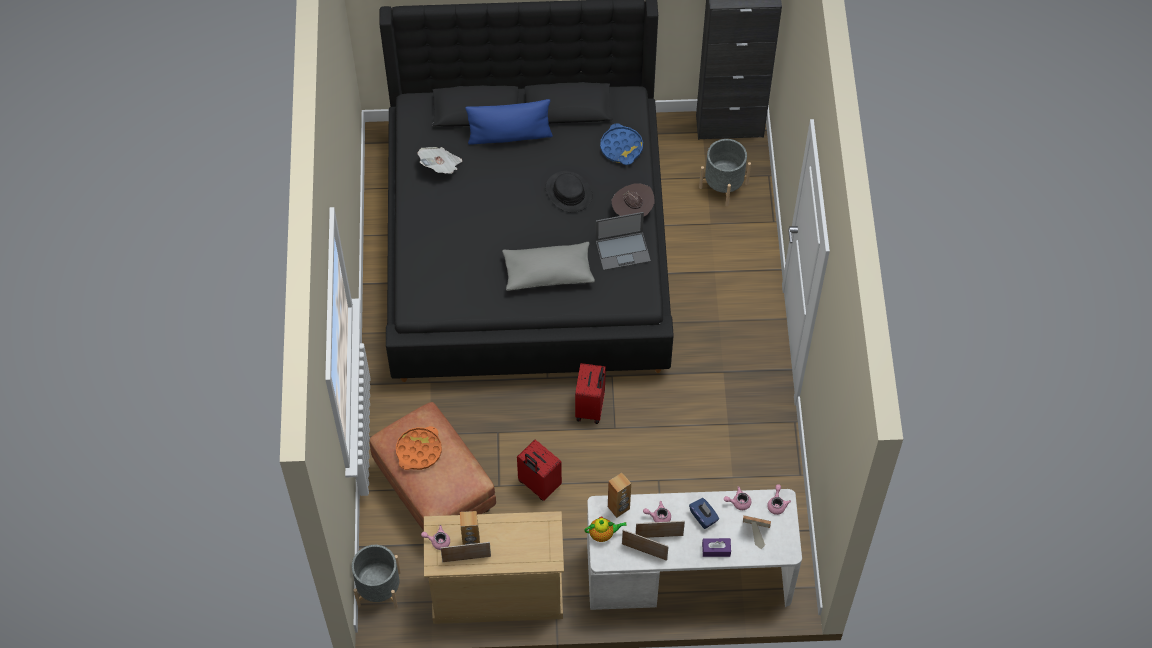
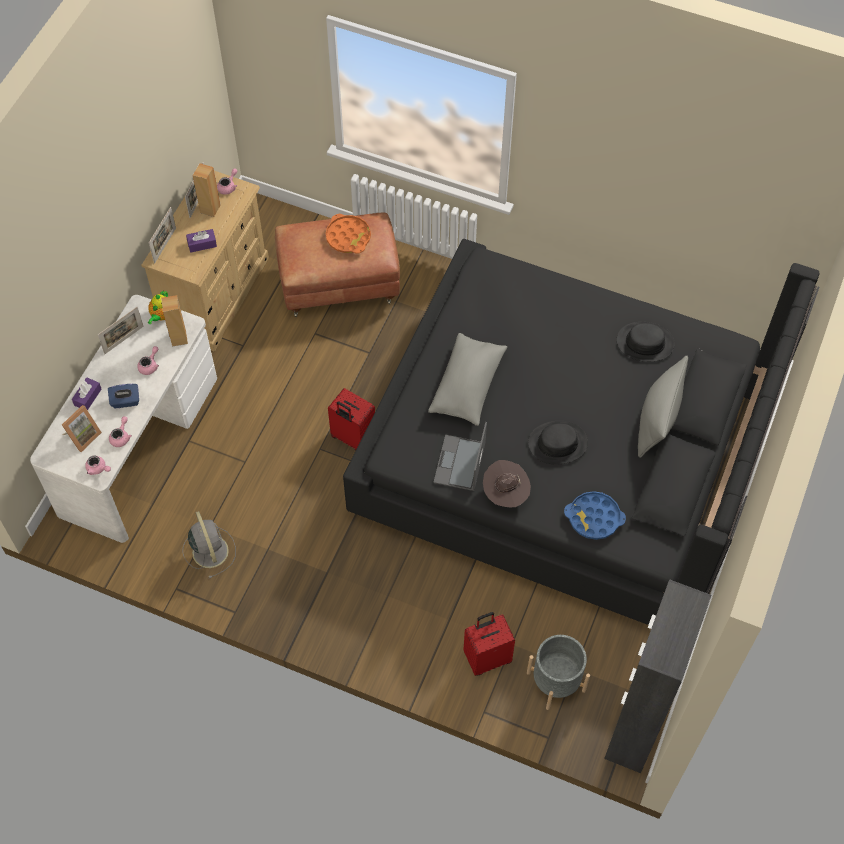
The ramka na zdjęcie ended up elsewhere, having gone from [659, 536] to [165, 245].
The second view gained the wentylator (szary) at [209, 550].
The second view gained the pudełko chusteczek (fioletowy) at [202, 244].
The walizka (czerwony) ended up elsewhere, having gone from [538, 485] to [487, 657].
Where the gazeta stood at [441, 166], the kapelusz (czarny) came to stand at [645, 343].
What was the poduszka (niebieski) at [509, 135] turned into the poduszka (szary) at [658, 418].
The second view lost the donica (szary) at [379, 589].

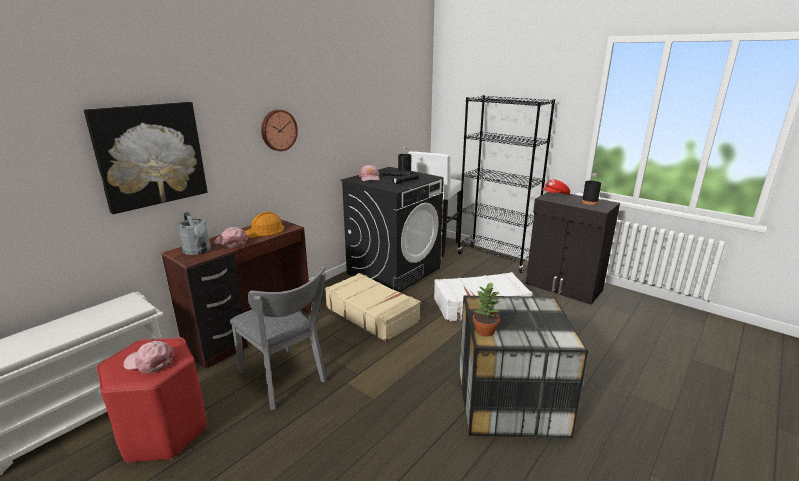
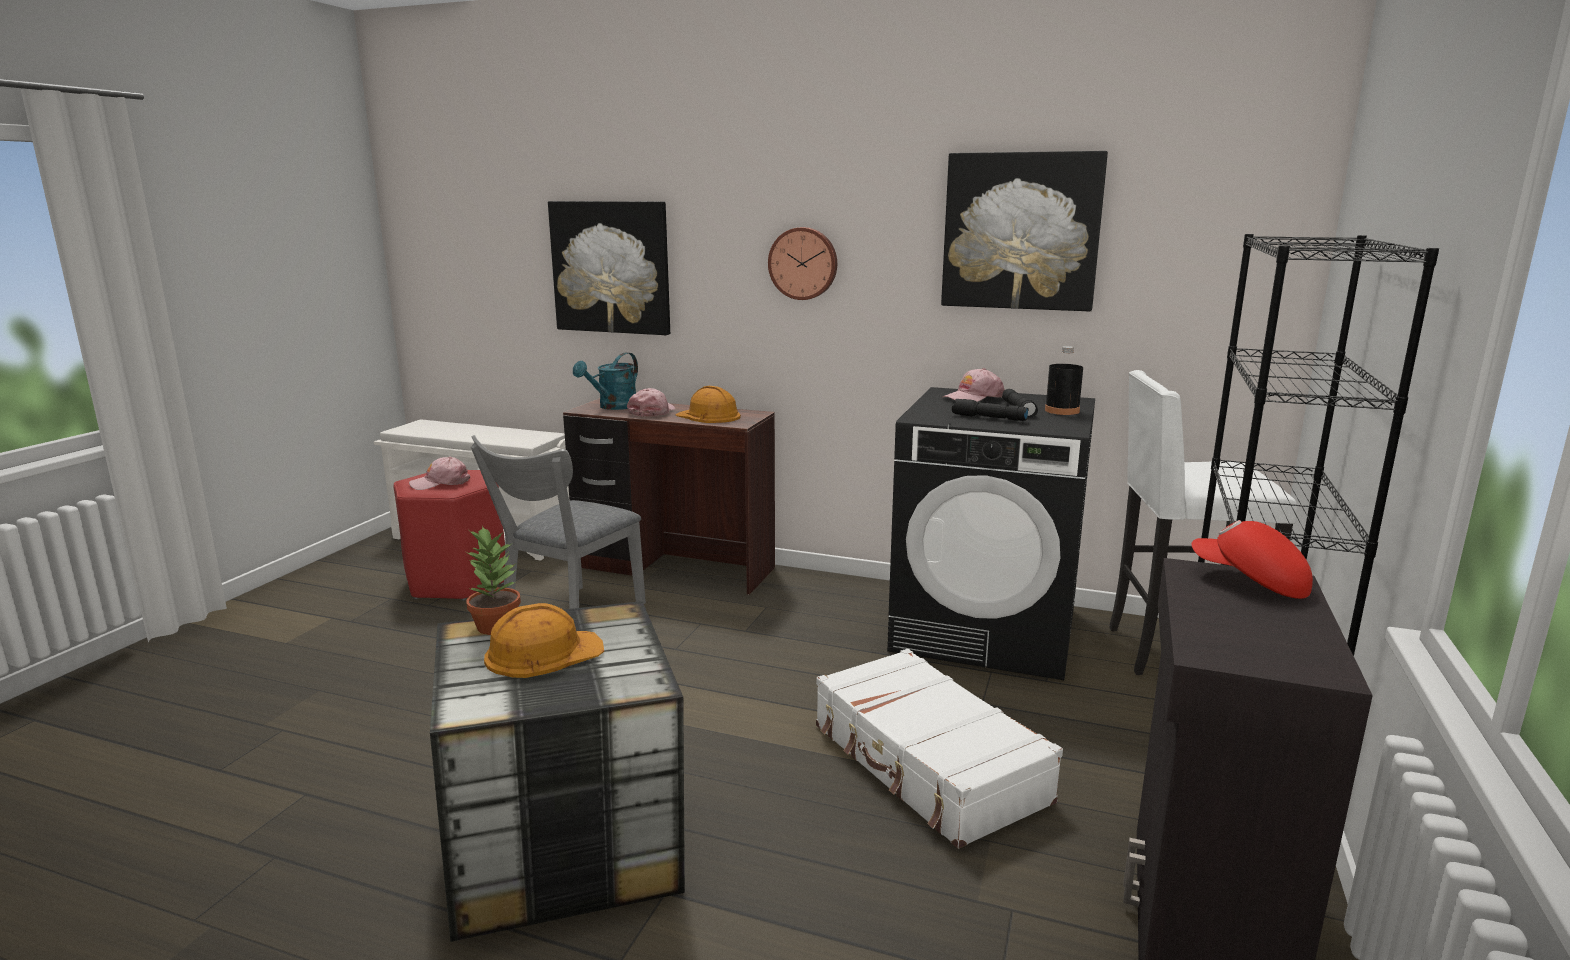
The czapka z daszkiem (różowy) at [150, 362] ended up facing another way, 105 degrees counterclockwise from before.
The second view gained the kask (pomarańczowy) at [543, 652].
What was the konewka (szary) at [198, 251] turned into the konewka (turkusowy) at [613, 407].
The second view gained the obraz at [1021, 231].
The second view lost the walizka (beżowy) at [372, 314].
The second view lost the butelka (czarny) at [589, 202].

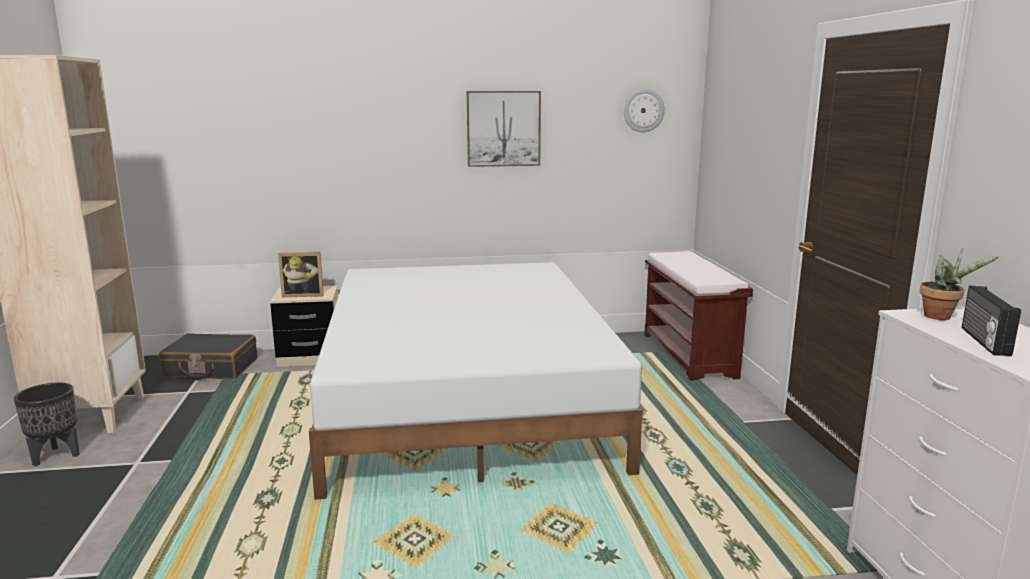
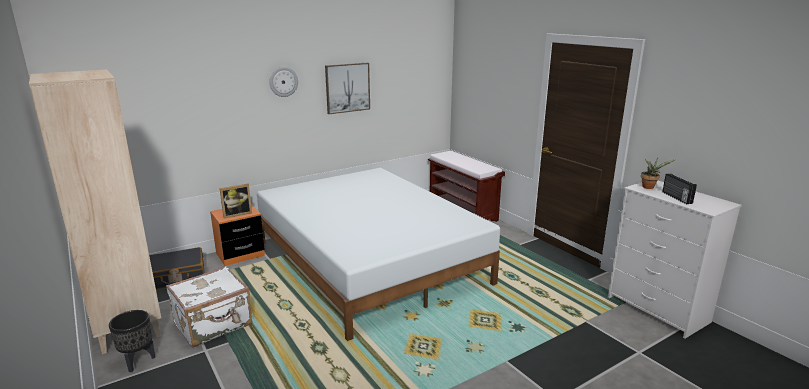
The second view gained the walizka (biały) at [214, 325].
What was the szafka nocna (beżowy) at [310, 357] turned into the szafka nocna (pomarańczowy) at [240, 255].
The zegar ścienny ended up elsewhere, having gone from [643, 110] to [283, 81].

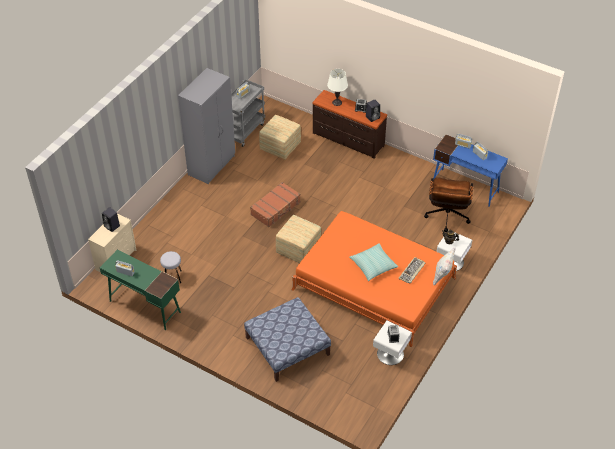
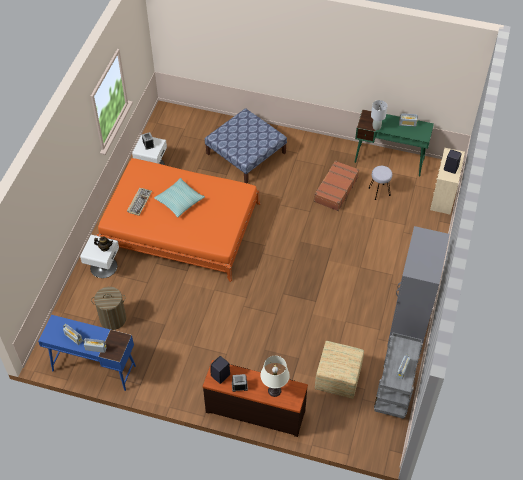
Where the krzesło biurowe (brązowy) stood at [446, 218], the kosz na pranie came to stand at [113, 319].
The walizka (brązowy) ended up elsewhere, having gone from [276, 208] to [335, 189].
The second view gained the lampa stołowa (szary) at [376, 127].
The second view lost the pufa at [298, 250].
The second view lost the poduszka (biały) at [442, 275].

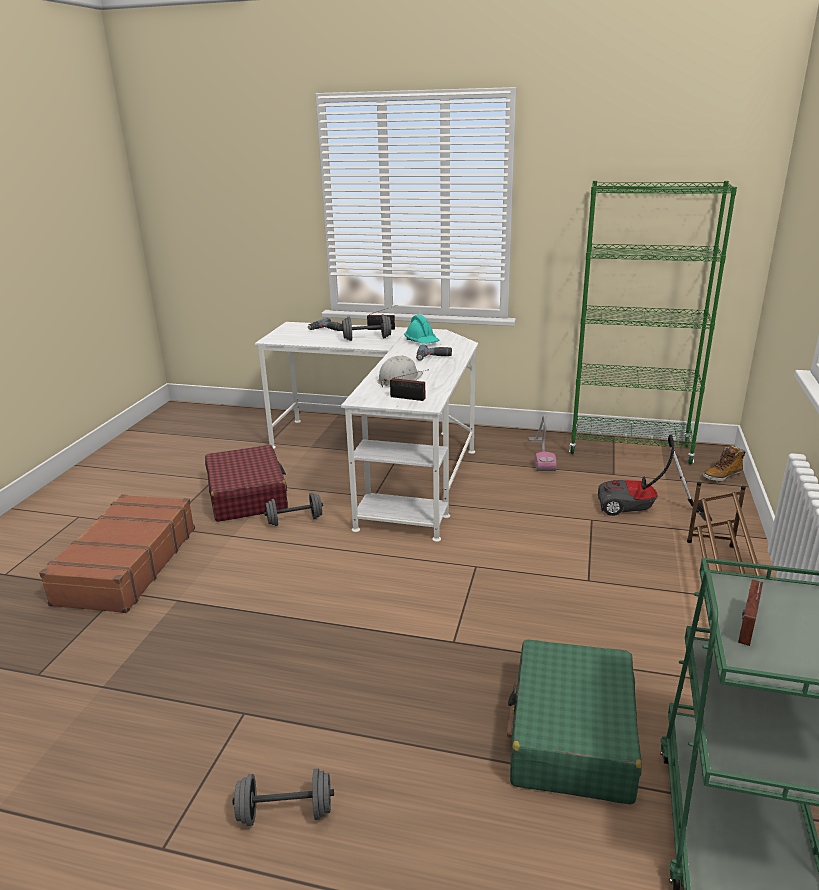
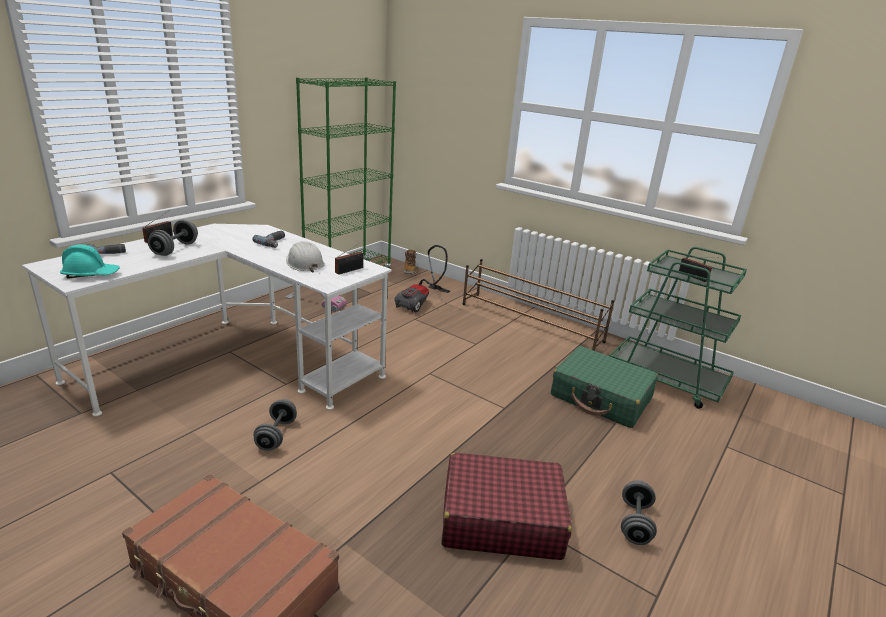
The kask (turkusowy) ended up elsewhere, having gone from [422, 341] to [91, 274].
The walizka (czerwony) ended up elsewhere, having gone from [247, 495] to [501, 519].

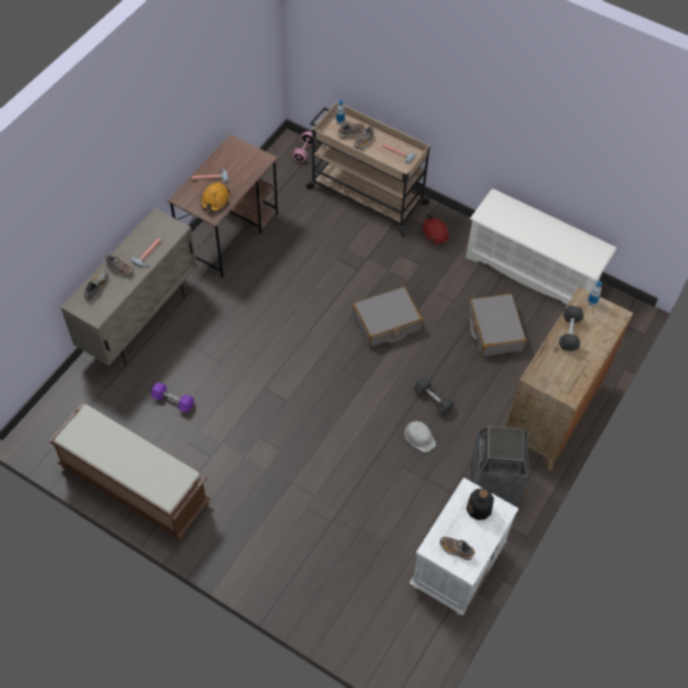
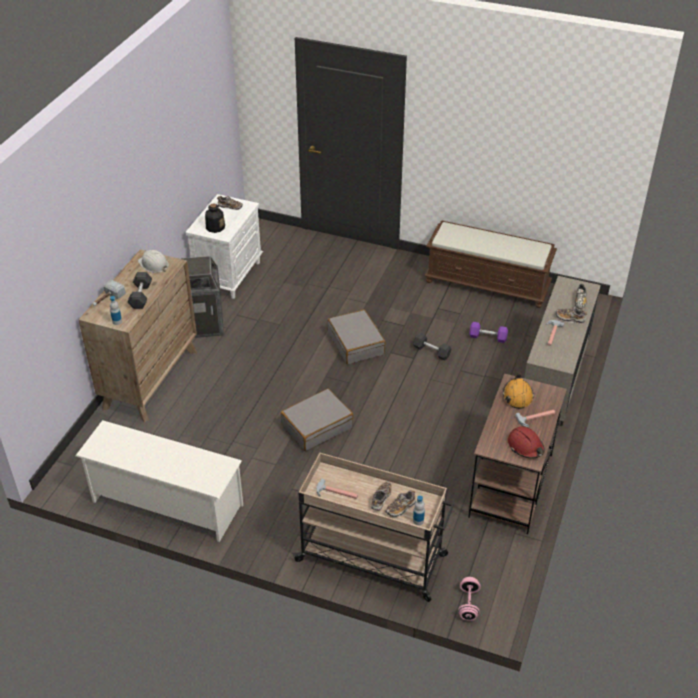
The second view gained the młotek at [107, 299].
The kask (biały) ended up elsewhere, having gone from [419, 437] to [153, 264].
The walizka (szary) ended up elsewhere, having gone from [494, 330] to [356, 343].
The hantel (szary) ended up elsewhere, having gone from [433, 400] to [431, 351].
The kask (czerwony) ended up elsewhere, having gone from [434, 232] to [525, 446].

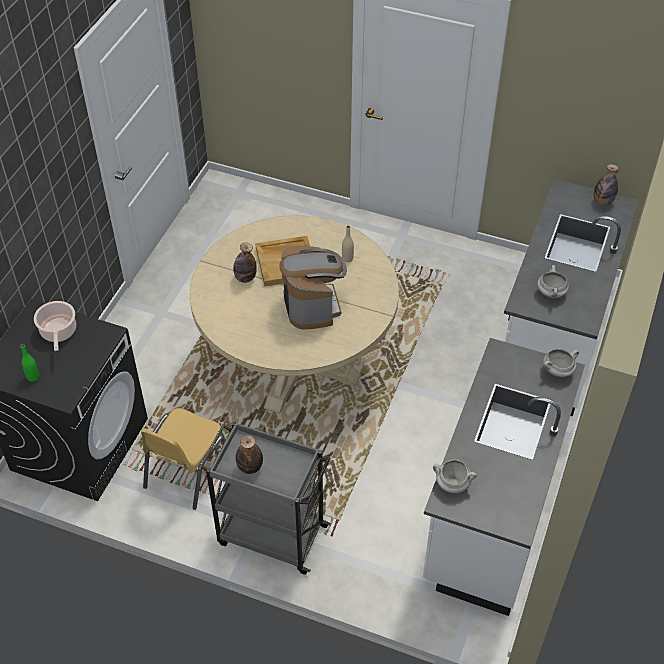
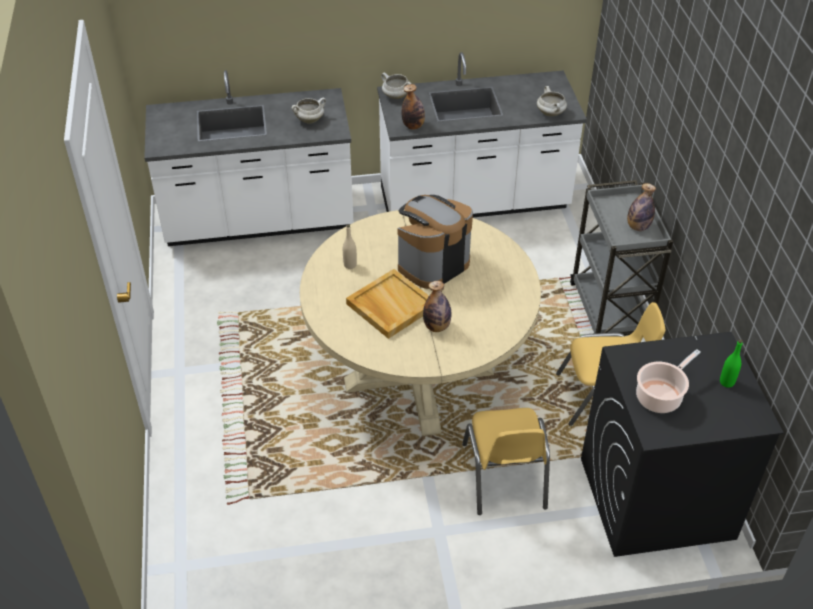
The butelka ended up elsewhere, having gone from [602, 201] to [413, 126].
The second view gained the krzesło (żółty) at [504, 476].

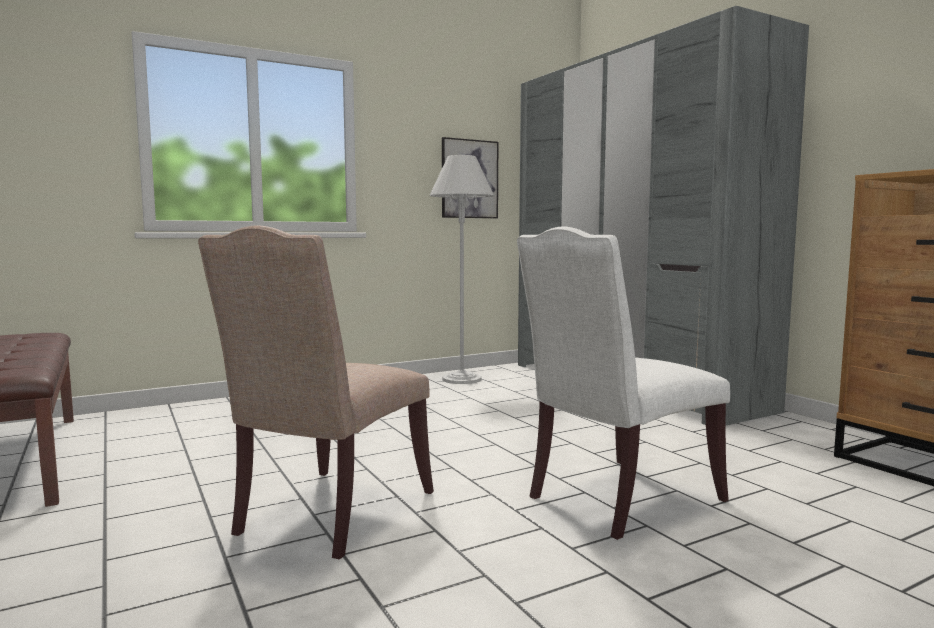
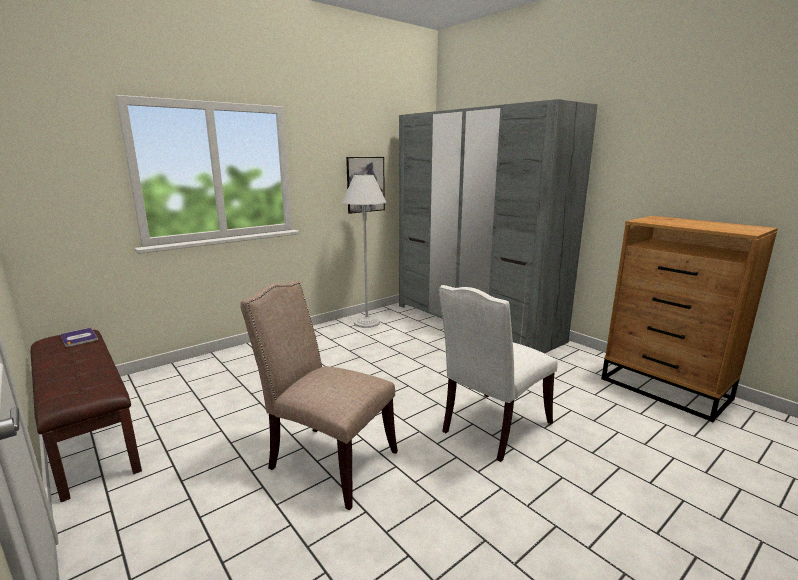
The second view gained the książka at [79, 338].
The krzesło (beżowy) at [329, 515] ended up facing another way, 105 degrees clockwise from before.

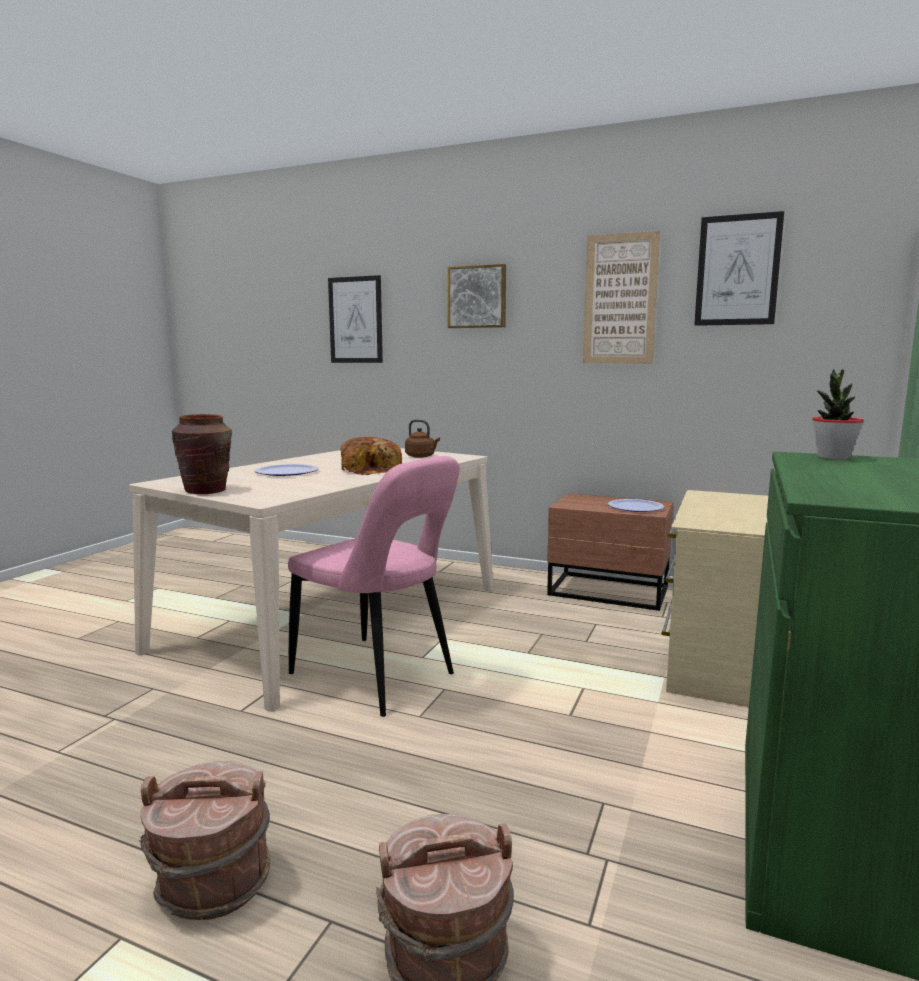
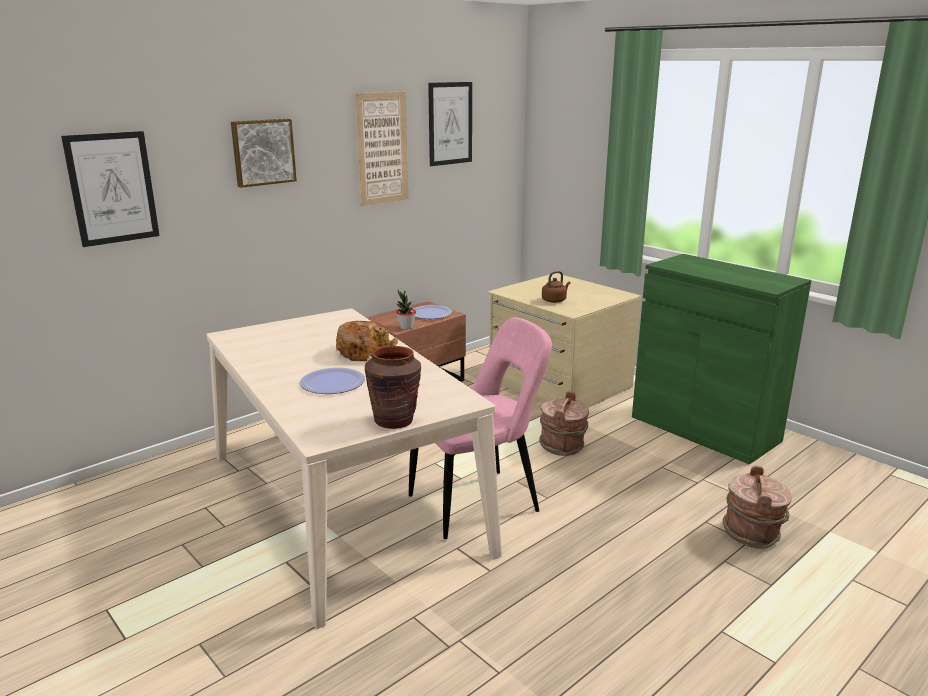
The roślina doniczkowa ended up elsewhere, having gone from [833, 457] to [406, 327].
The wiadro (brązowy) ended up elsewhere, having gone from [212, 884] to [562, 446].
The czajnik (brązowy) ended up elsewhere, having gone from [421, 456] to [555, 300].

